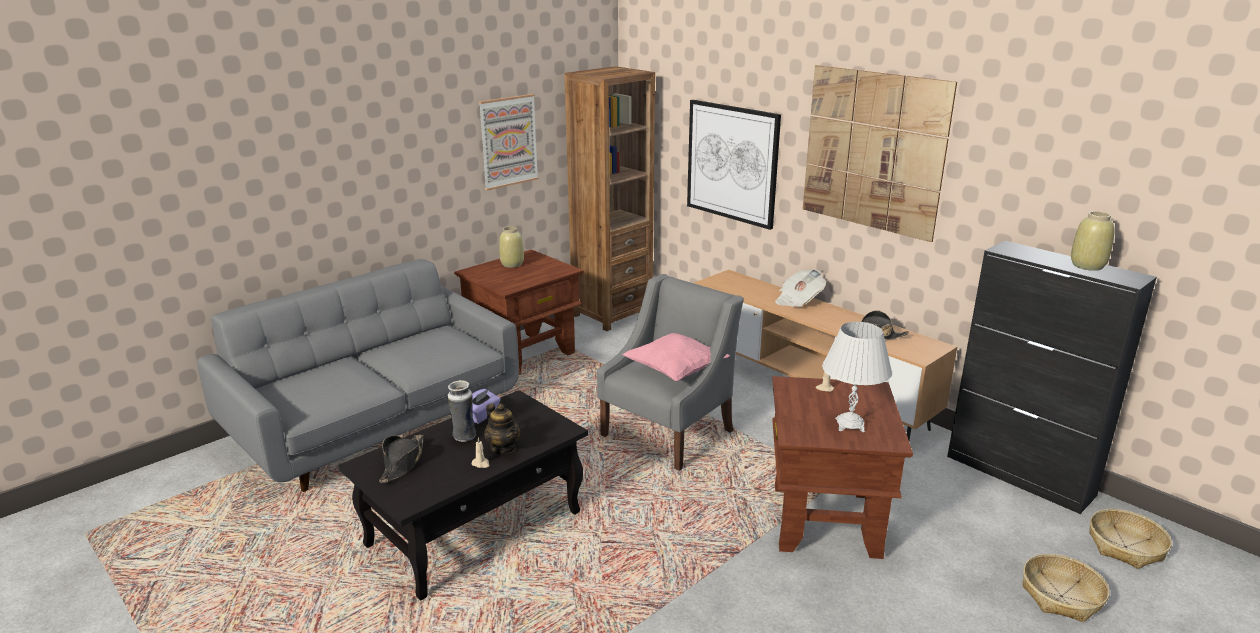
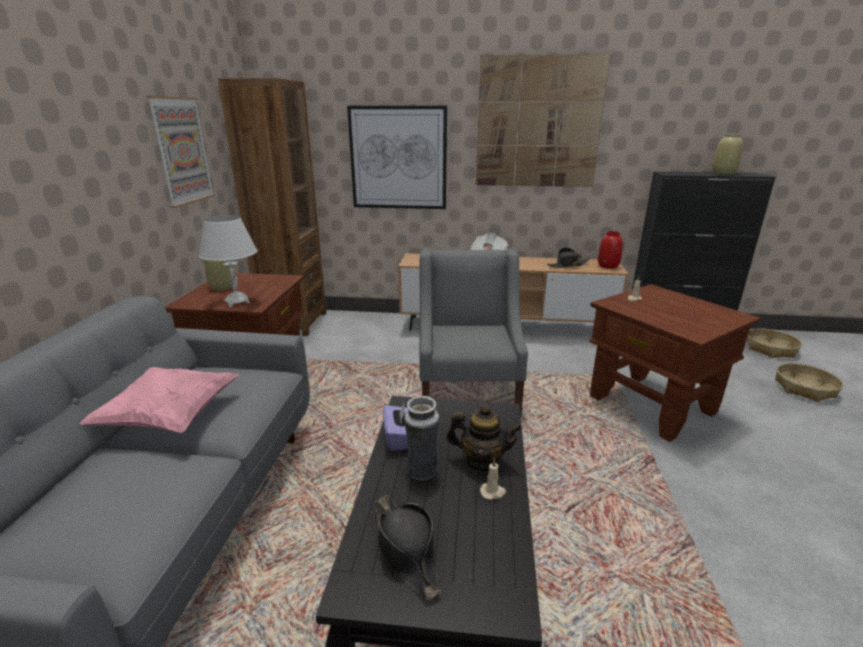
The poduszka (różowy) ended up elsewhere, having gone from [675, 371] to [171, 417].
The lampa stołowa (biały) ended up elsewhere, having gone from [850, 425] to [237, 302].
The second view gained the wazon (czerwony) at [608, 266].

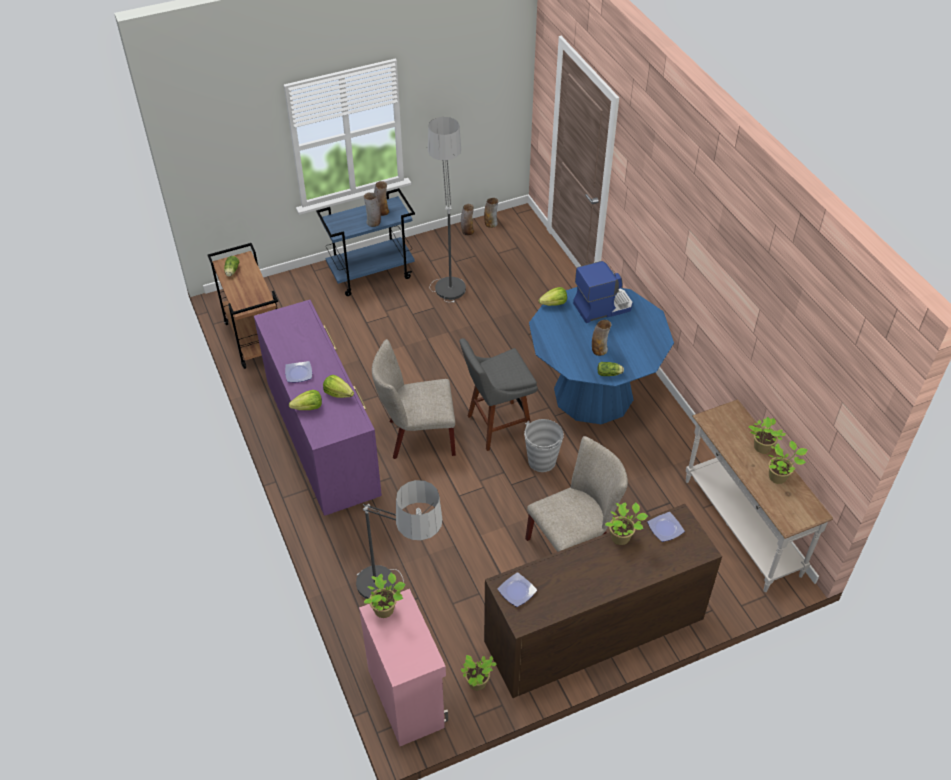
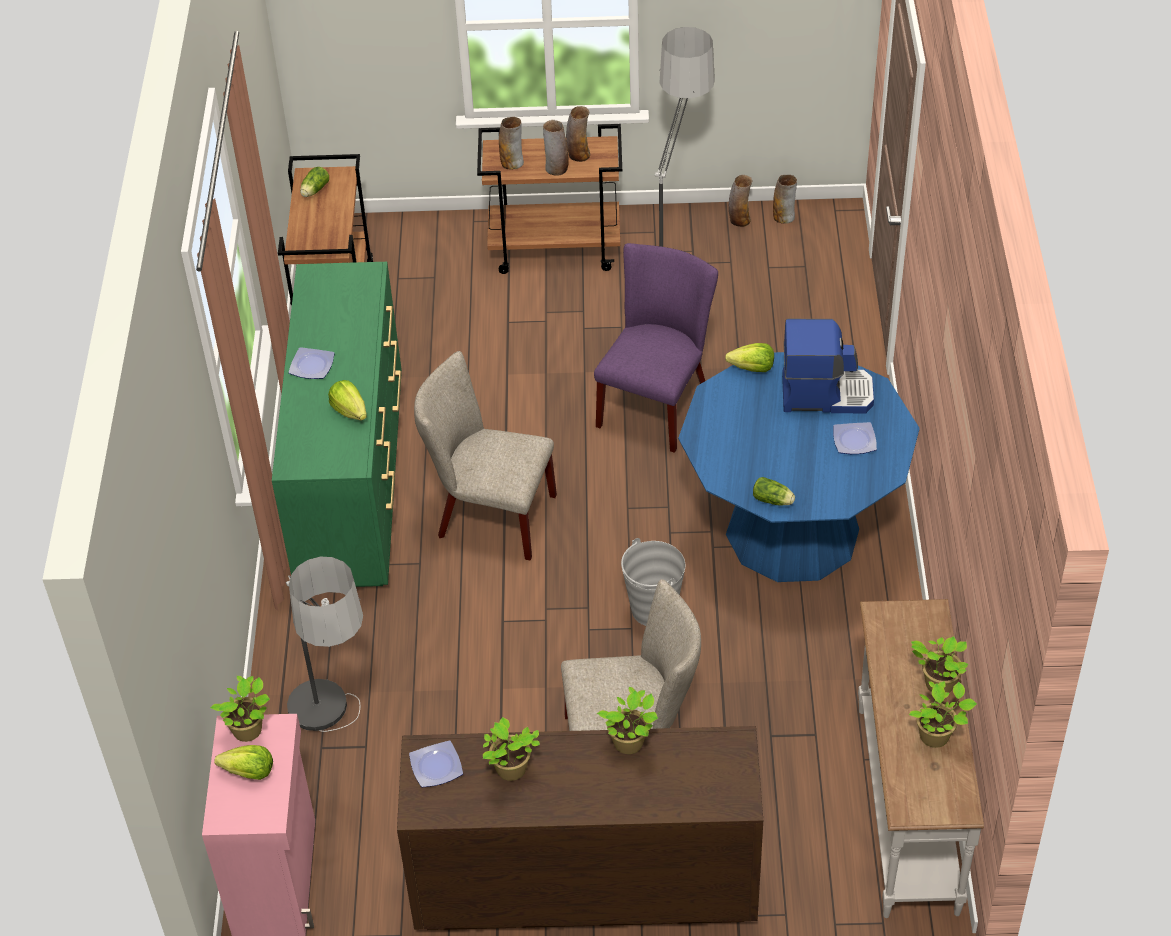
The sałata ended up elsewhere, having gone from [308, 408] to [249, 772].
What was the komoda (fioletowy) at [323, 442] turned into the komoda (zielony) at [353, 482].
What was the wózek (niebieski) at [371, 274] turned into the wózek (brązowy) at [556, 248].
The roślina doniczkowa ended up elsewhere, having gone from [477, 683] to [510, 771].
The wazon ended up elsewhere, having gone from [599, 350] to [512, 162].
The second view gained the krzesło (fioletowy) at [657, 402].
The talerz ended up elsewhere, having gone from [665, 528] to [855, 440].
The second view lost the stołek (szary) at [496, 426].

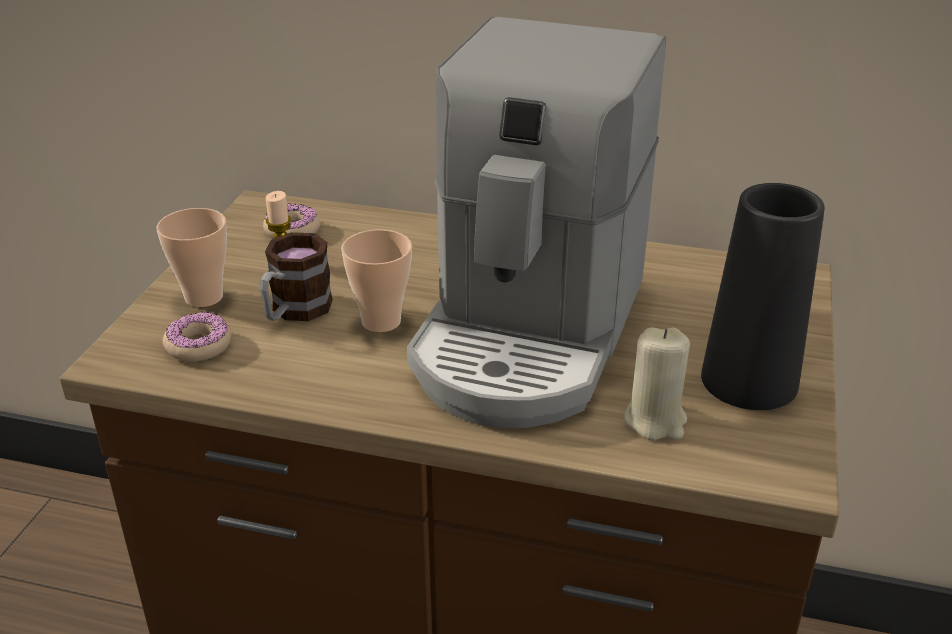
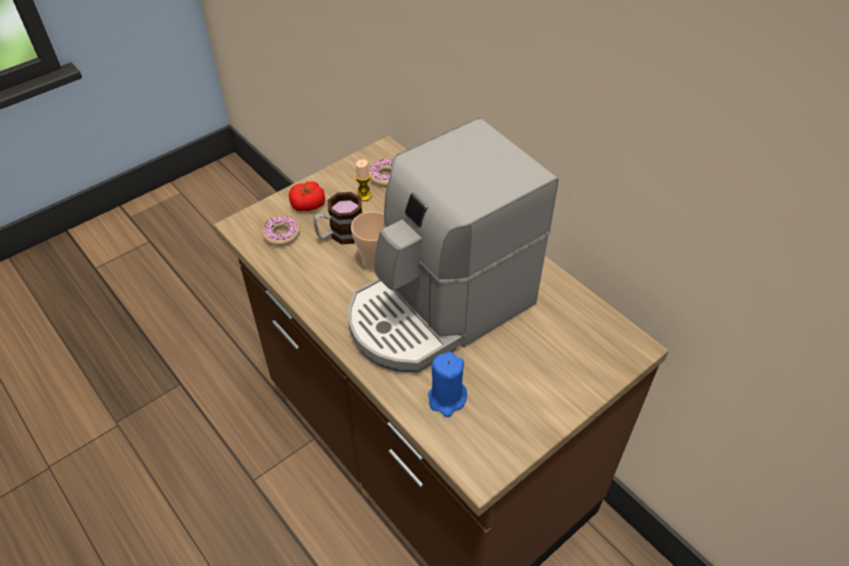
Where the filiżanka stood at [204, 297], the pomidor came to stand at [308, 204].
What was the świeca (beżowy) at [655, 420] turned into the świeca (niebieski) at [447, 399].
The second view lost the wazon (czarny) at [749, 380].

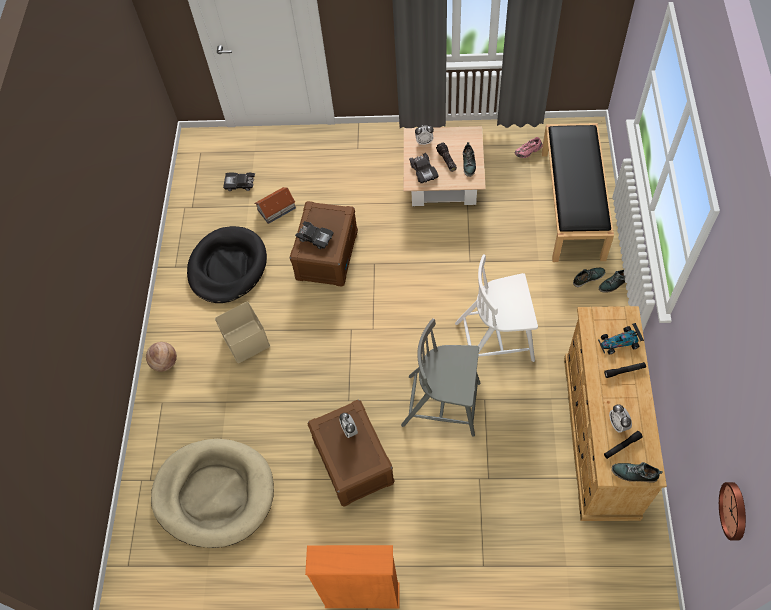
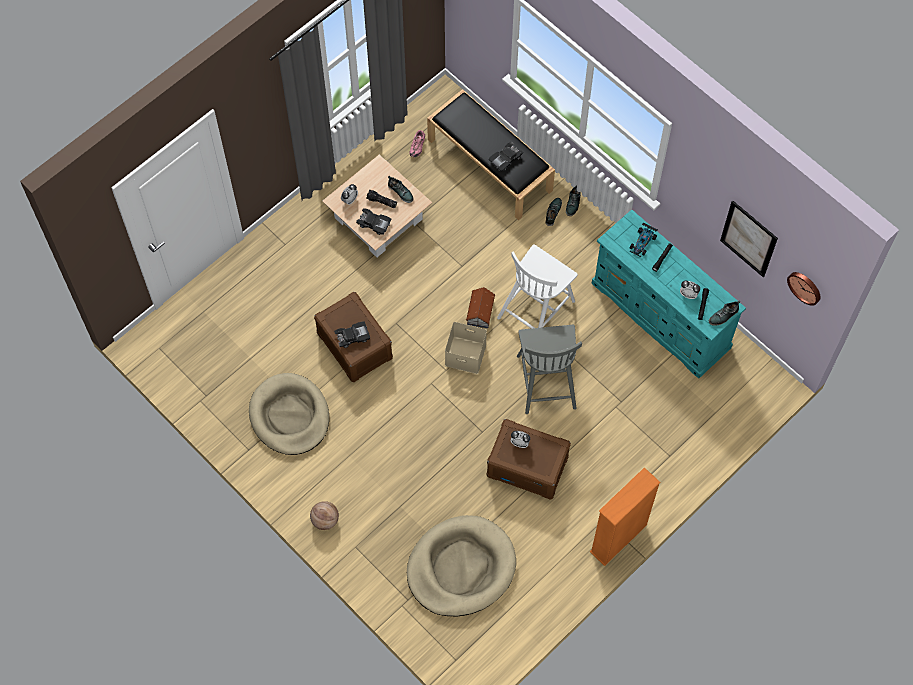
What was the legowisko (czarny) at [227, 267] turned into the legowisko (beżowy) at [289, 416].
The pojemnik do przechowywania (beżowy) ended up elsewhere, having gone from [247, 341] to [466, 354].
The domek ended up elsewhere, having gone from [277, 209] to [480, 311].
The samochodzik (czarny) ended up elsewhere, having gone from [240, 184] to [505, 159].
The krzesło (szary) at [443, 404] ended up facing another way, 60 degrees counterclockwise from before.
What was the komoda (beżowy) at [600, 436] turned into the komoda (turkusowy) at [661, 315].
The second view gained the obraz at [748, 238].

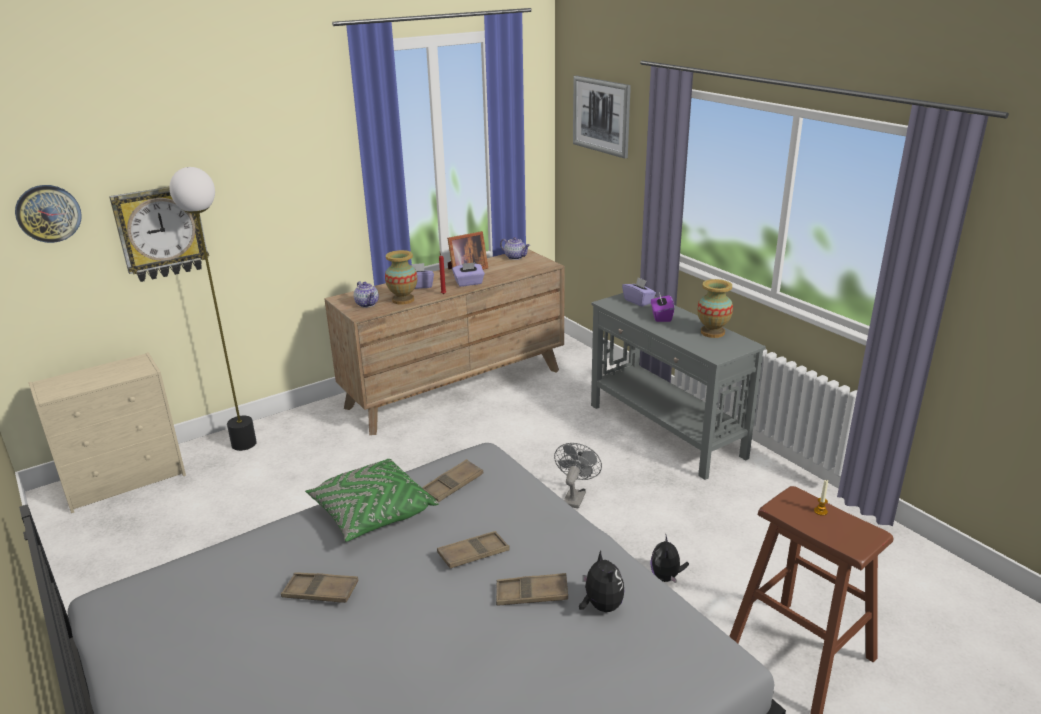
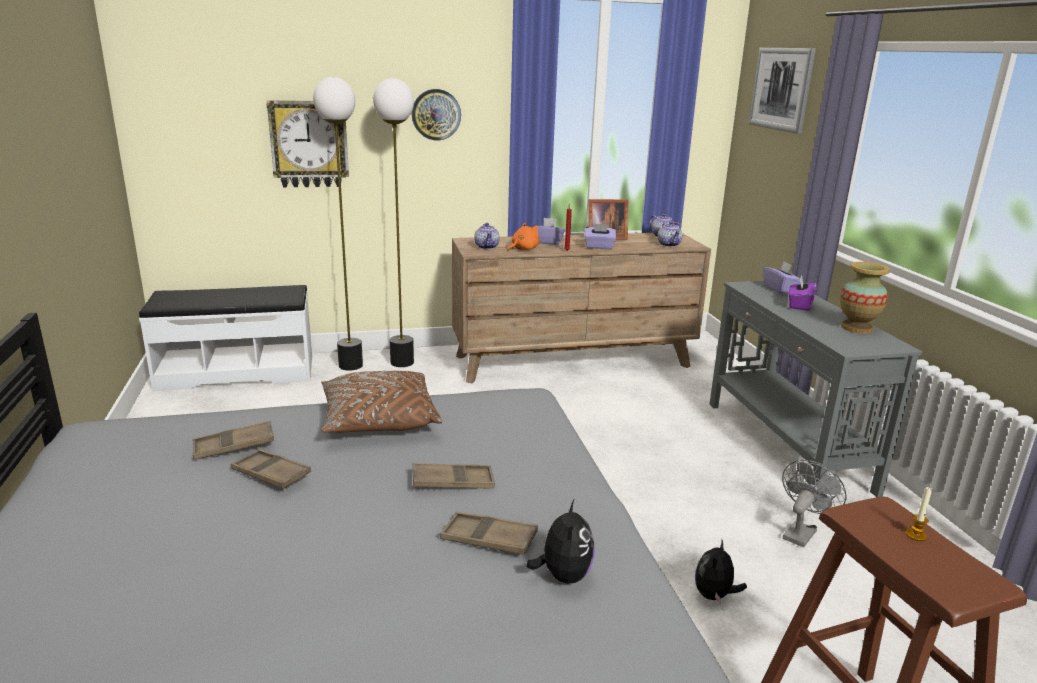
Where the komoda (beżowy) stood at [126, 481], the ławka (biały) came to stand at [237, 372].
The taca (brązowy) ended up elsewhere, having gone from [453, 485] to [234, 446].
What was the poduszka (zielony) at [372, 513] turned into the poduszka (brązowy) at [379, 420].
The second view gained the lampa stojąca at [402, 362].
The zegar ścienny ended up elsewhere, having gone from [48, 213] to [436, 114].
Where the wazon stood at [403, 300], the pluszak (pomarańczowy) came to stand at [523, 249].
The second view gained the imbryk at [669, 245].
The wentylator (szary) ended up elsewhere, having gone from [575, 496] to [801, 532].

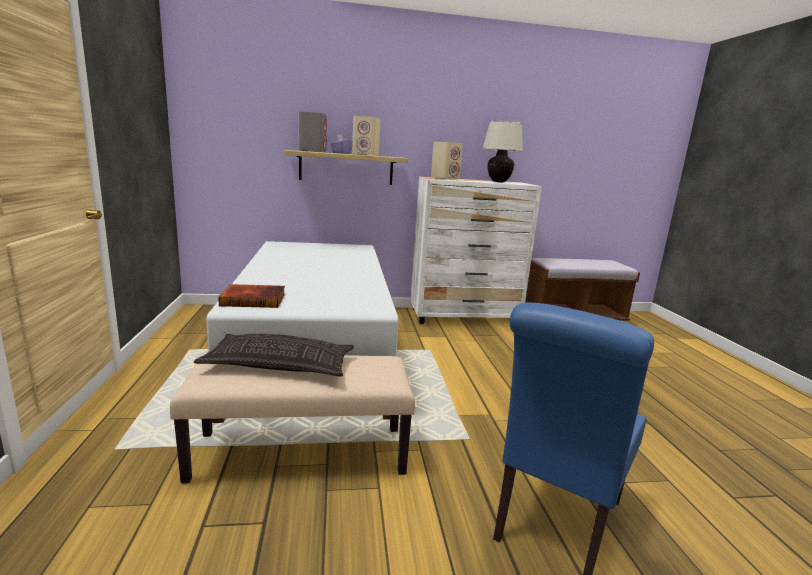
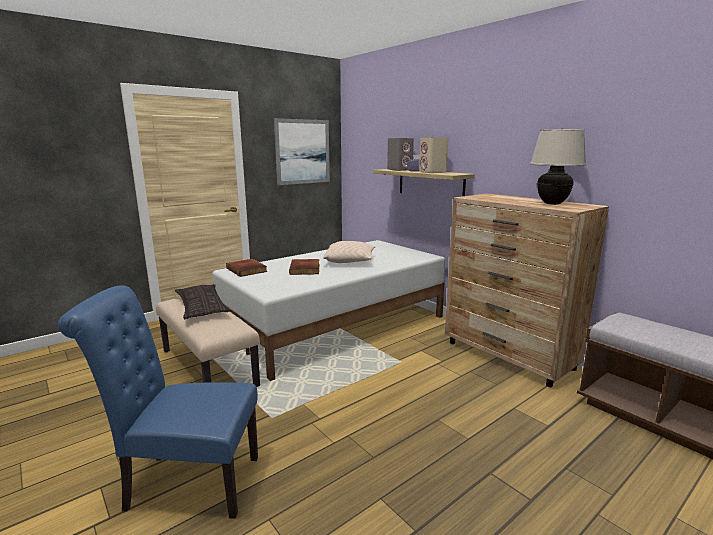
The second view gained the obraz at [303, 152].
The second view gained the książka at [306, 269].
The second view gained the poduszka (beżowy) at [350, 261].
What was the komoda (biały) at [464, 317] turned into the komoda (brązowy) at [509, 356].
The second view lost the głośnik (beżowy) at [445, 178].

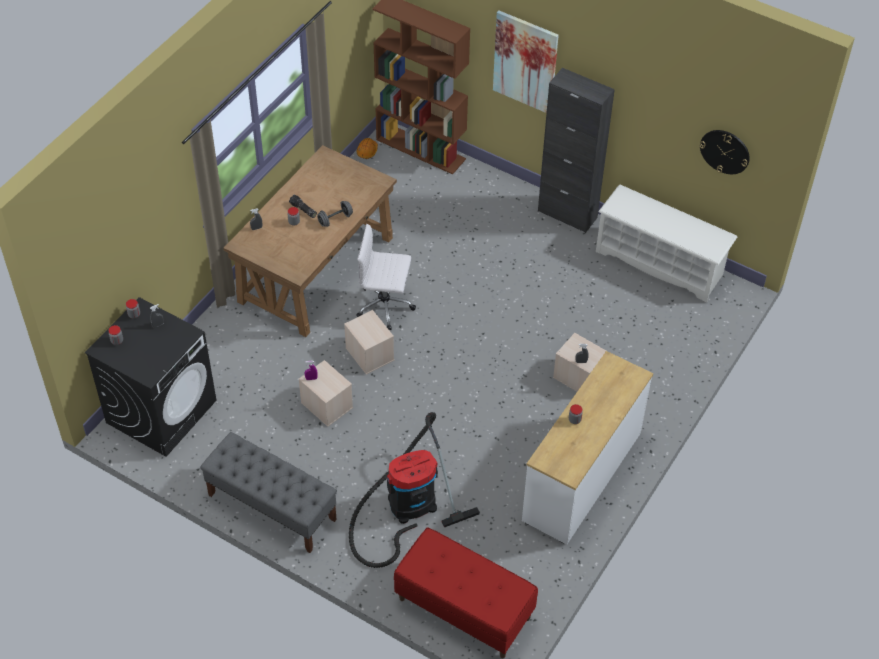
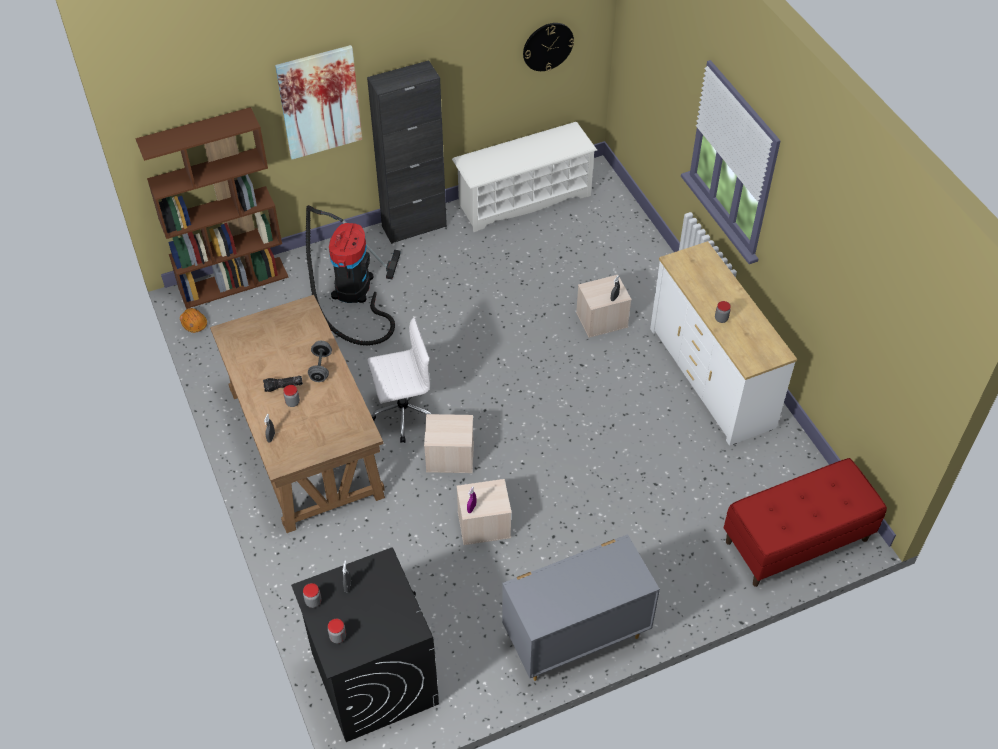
The odkurzacz ended up elsewhere, having gone from [407, 507] to [352, 291].
The krzesło biurowe (biały) at [386, 306] ended up facing another way, 150 degrees counterclockwise from before.
Where the ławka (szary) stood at [271, 507], the komoda (szary) came to stand at [574, 638].

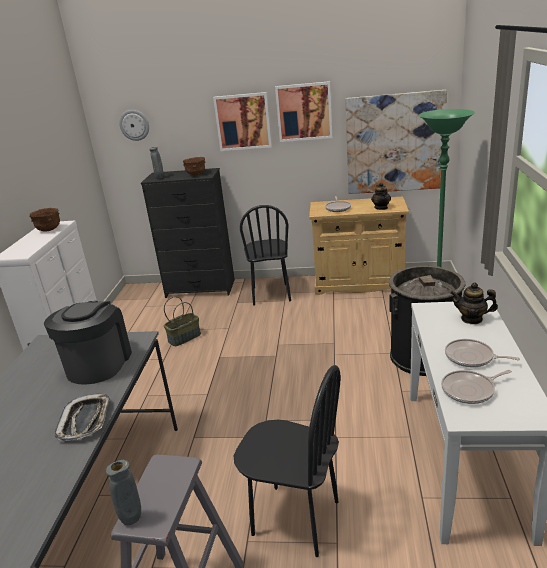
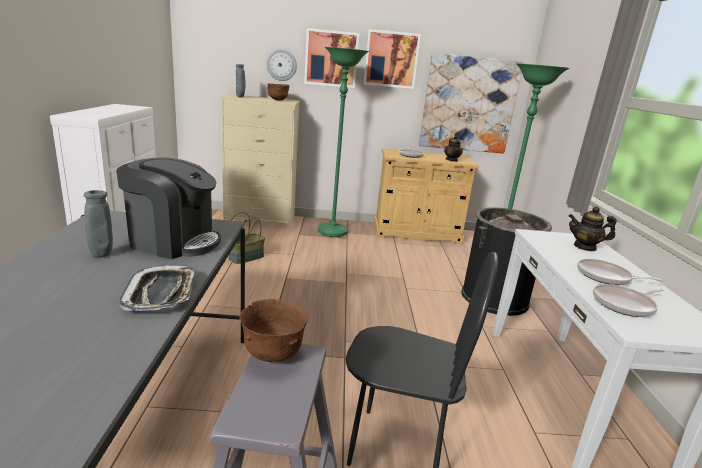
The wazon (szary) ended up elsewhere, having gone from [132, 519] to [102, 255].
The ekspres do kawy at [98, 364] ended up facing another way, 105 degrees clockwise from before.
What was the komoda (czarny) at [201, 288] turned into the komoda (beżowy) at [260, 219].
The miska (brązowy) ended up elsewhere, having gone from [49, 230] to [273, 353].
The zegar ścienny ended up elsewhere, having gone from [134, 125] to [281, 65].
Where the krzesło (czarny) stood at [271, 294], the lampa stojąca (zielony) came to stand at [332, 232].

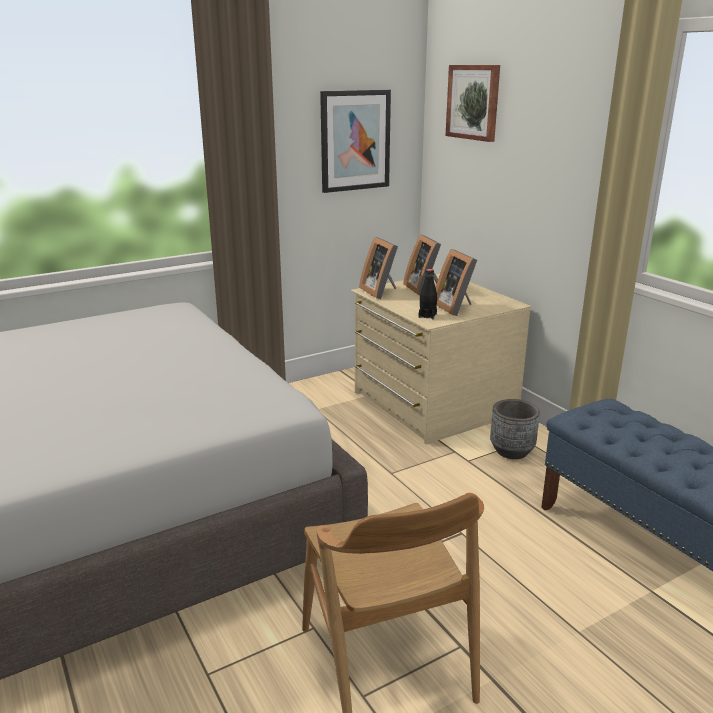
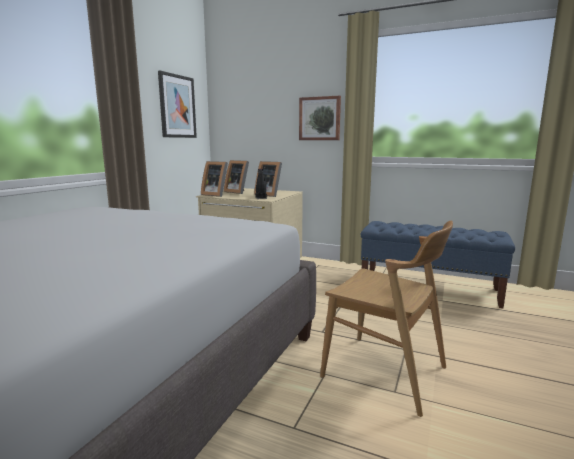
The obraz ended up elsewhere, having gone from [474, 102] to [320, 118].
The second view lost the donica (szary) at [511, 451].

